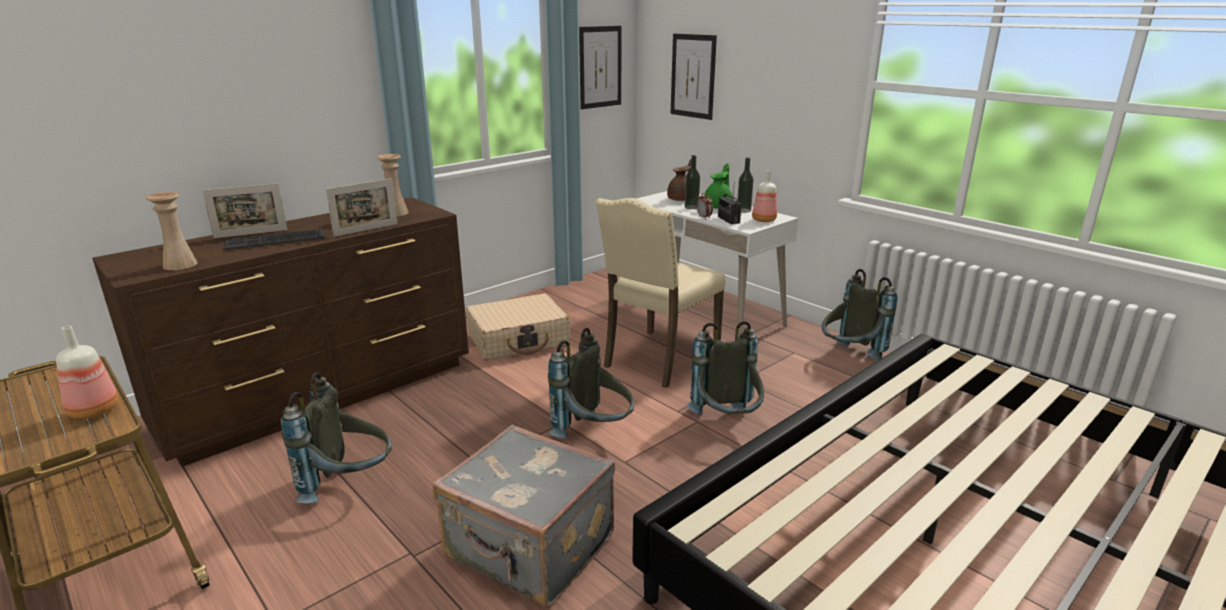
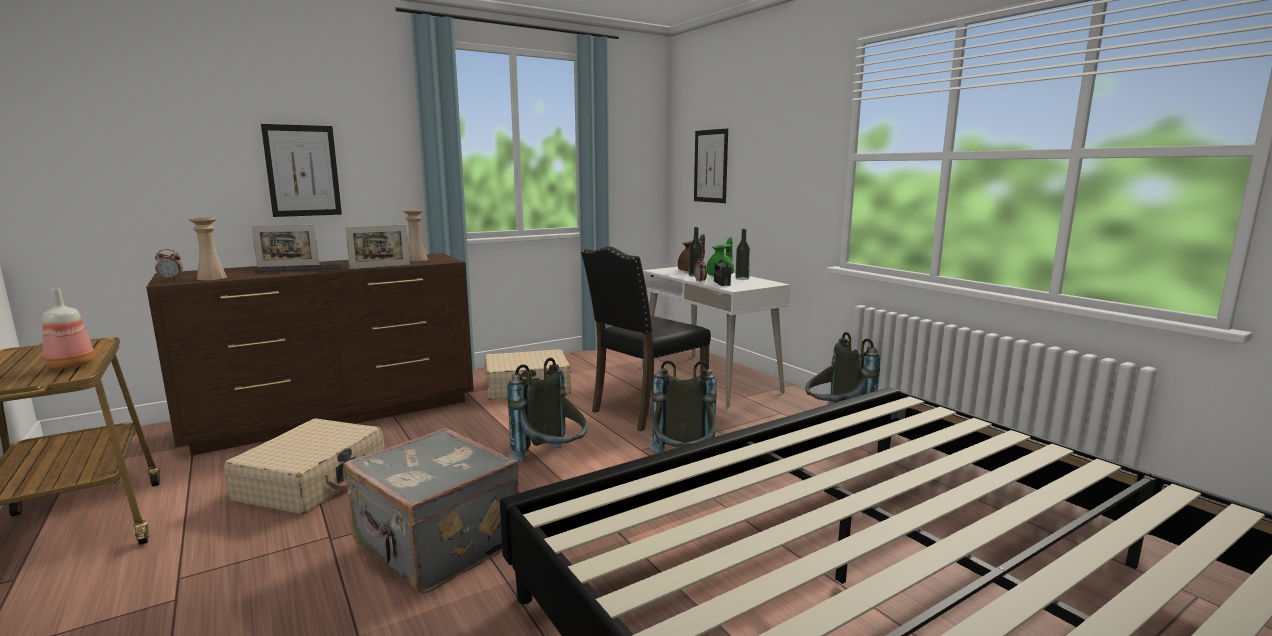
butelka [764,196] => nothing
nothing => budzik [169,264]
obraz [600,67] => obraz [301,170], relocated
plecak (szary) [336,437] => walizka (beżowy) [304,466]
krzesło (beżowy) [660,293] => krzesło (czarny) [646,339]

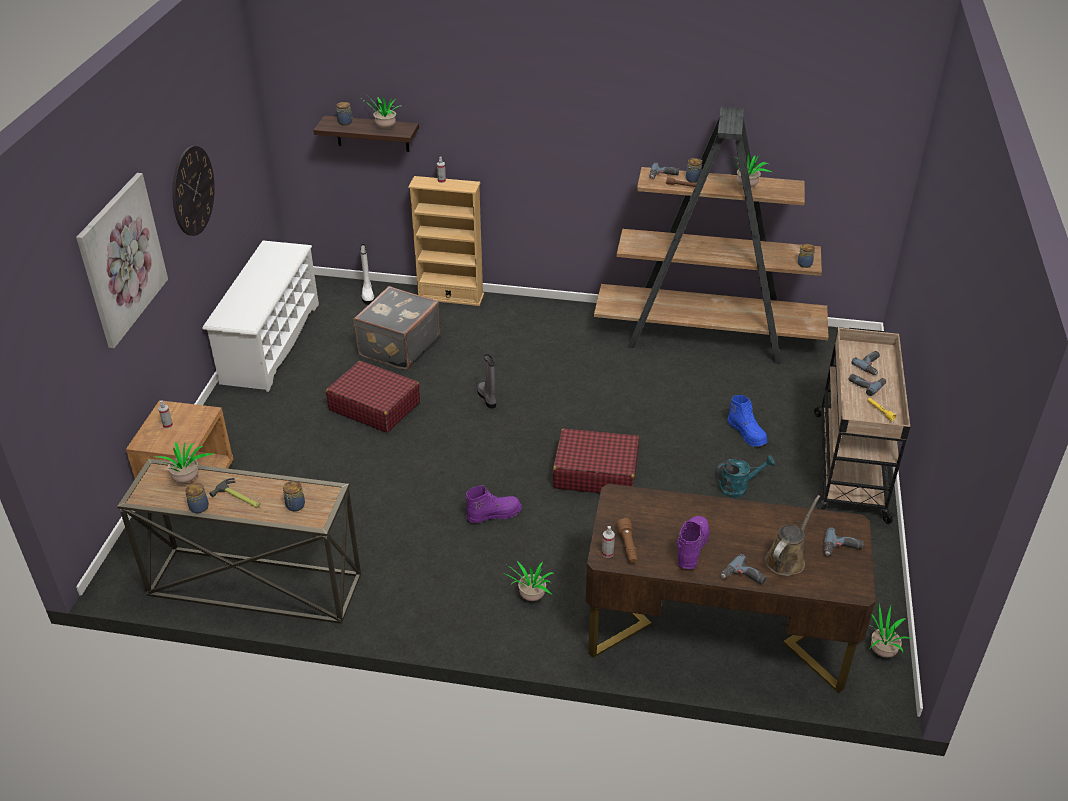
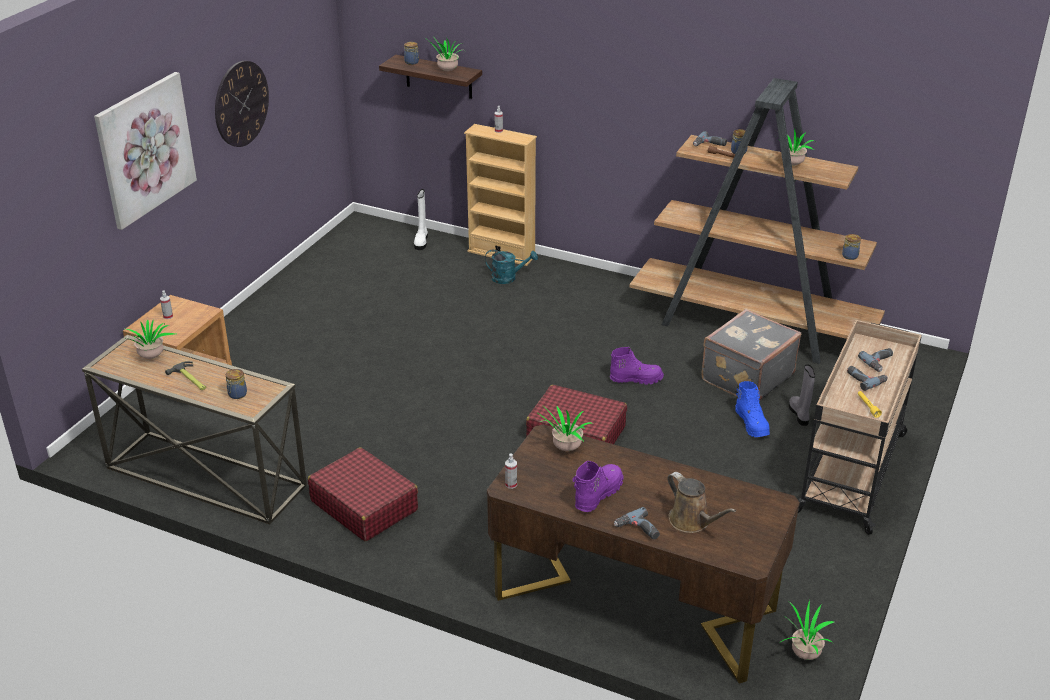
słoik [197,498] => nothing
regał na buty (biały) [260,316] => nothing
latarka (brązowy) [627,540] => nothing
wiertarka [844,541] => nothing
walizka (czerwony) [373,397] => walizka (czerwony) [363,494], relocated
walizka (szary) [396,328] => walizka (szary) [751,355], relocated
but z cholewką (fioletowy) [494,504] => but z cholewką (fioletowy) [637,366], relocated
but z cholewką (szary) [486,381] => but z cholewką (szary) [802,395], relocated
roślina doniczkowa [527,581] => roślina doniczkowa [565,428], relocated
konewka (turkusowy) [745,476] => konewka (turkusowy) [511,267], relocated
konewka (brązowy) [792,535] => konewka (brązowy) [701,502], 90 degrees clockwise

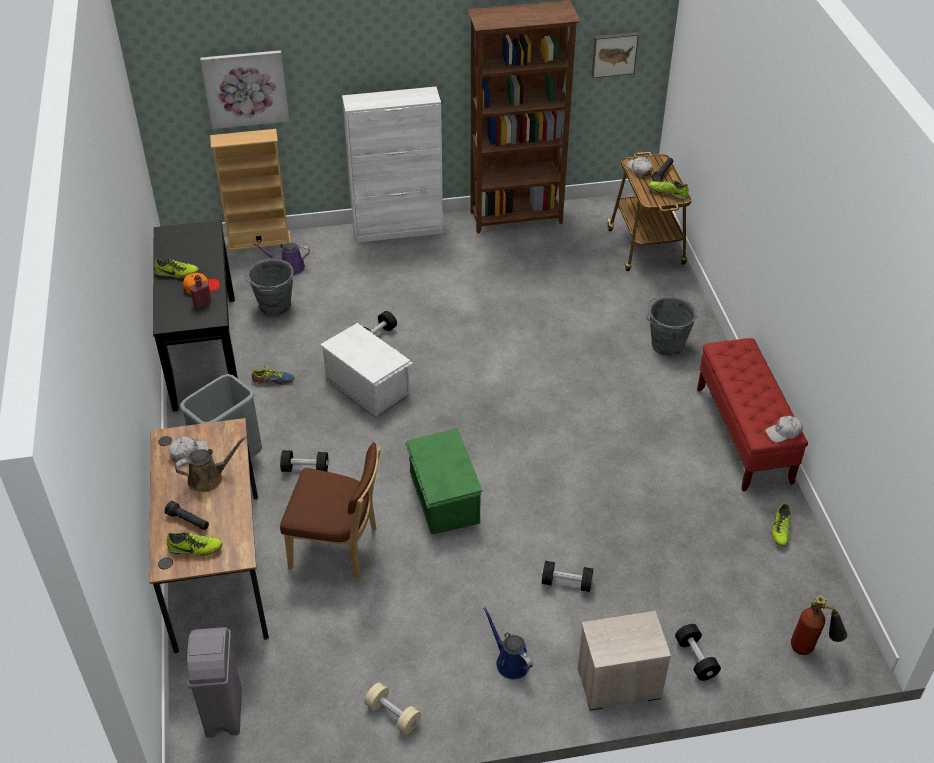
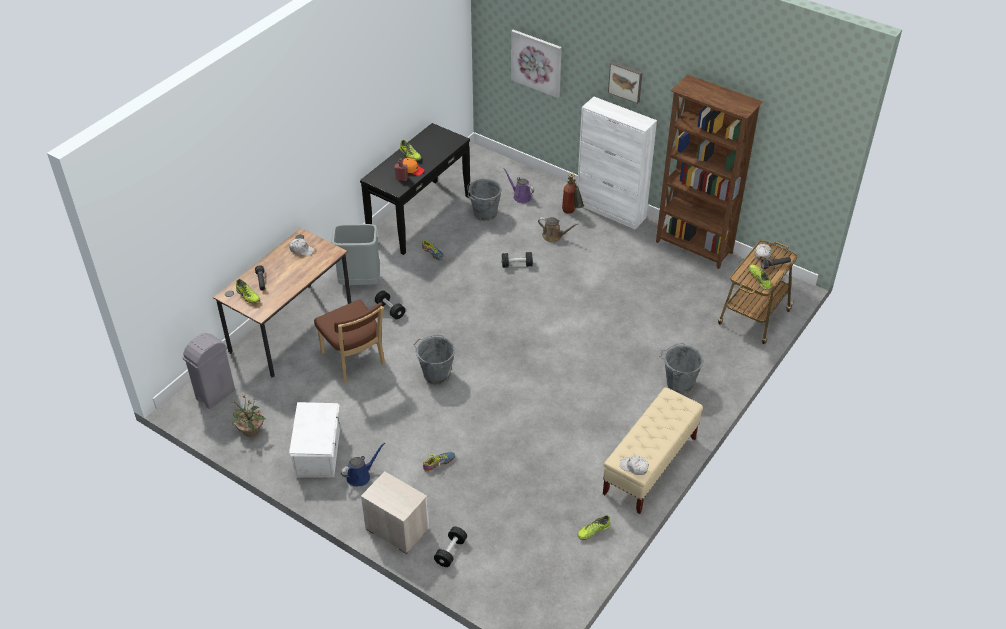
regał (beżowy) [250,190] => nothing
hantel (beżowy) [392,708] => nothing
nothing => roślina doniczkowa [249,416]
konewka (brązowy) [211,464] => konewka (brązowy) [558,229], relocated
pojemnik do przechowywania (biały) [366,369] => pojemnik do przechowywania (biały) [314,440], relocated
obraz [615,55] => obraz [625,82], relocated
gaśnica [819,625] => gaśnica [573,193], relocated
pojemnik do przechowywania (zielony) [443,481] => wiadro (szary) [434,360]
hantel (czarny) [567,576] => but [439,462]
ławka (czerwony) [752,414] => ławka (beżowy) [653,451]
konewka (niebieski) [508,643] => konewka (niebieski) [363,465], 45 degrees clockwise

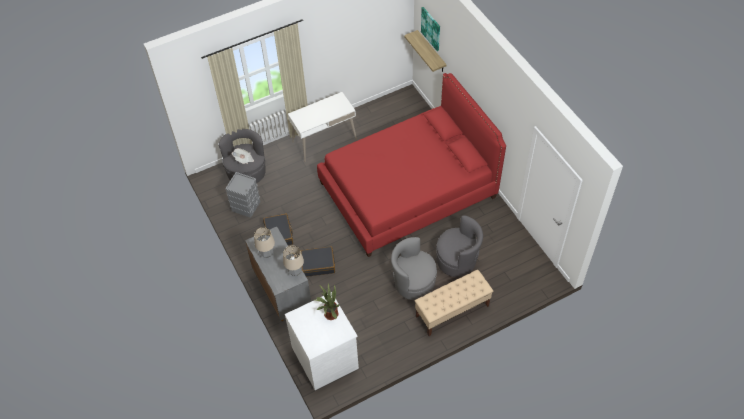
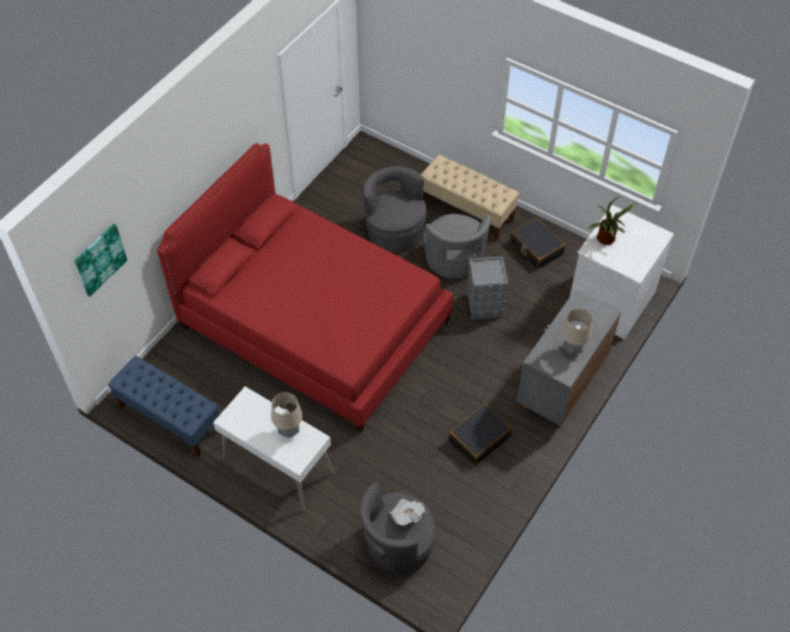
półka [425,51] => nothing
nothing => ławka (niebieski) [163,407]
pojemnik do przechowywania (szary) [243,195] => pojemnik do przechowywania (szary) [487,288], relocated
lampa stołowa [293,261] => lampa stołowa [286,415], relocated
walizka (czarny) [318,261] => walizka (czarny) [537,243], relocated

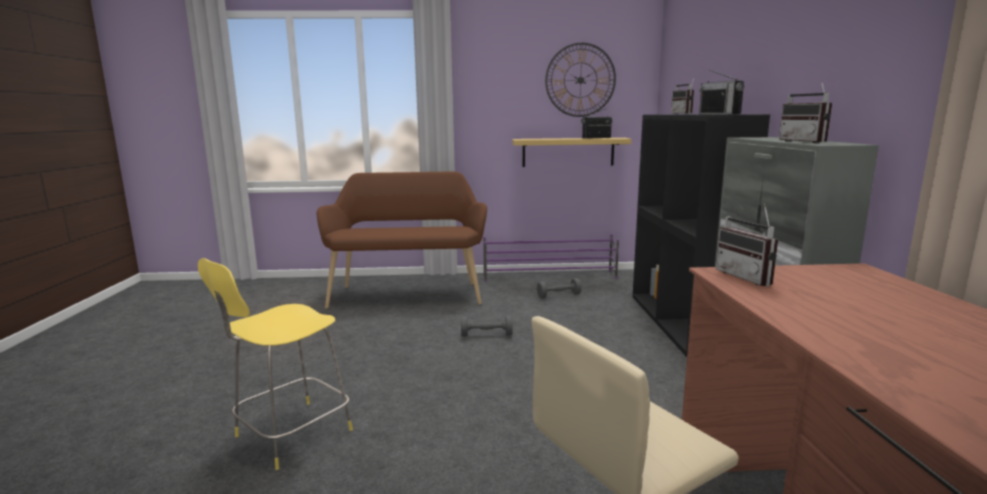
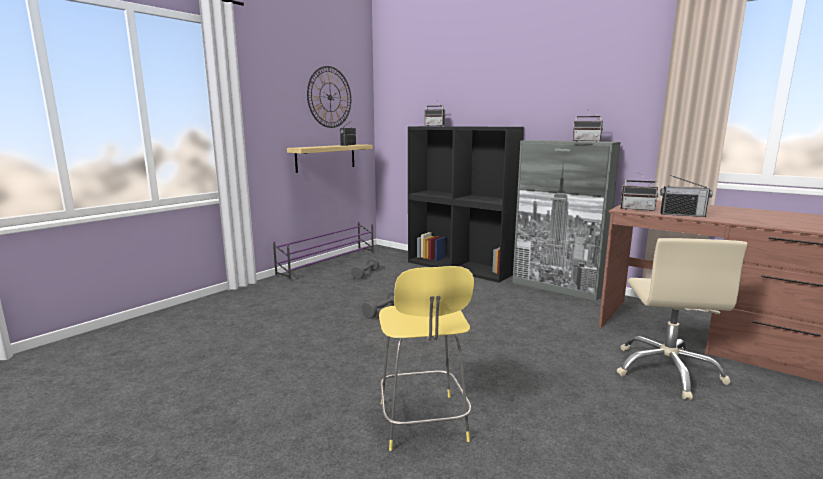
ławka (brązowy) [402,240] => nothing
radio [721,92] => radio [686,196], relocated

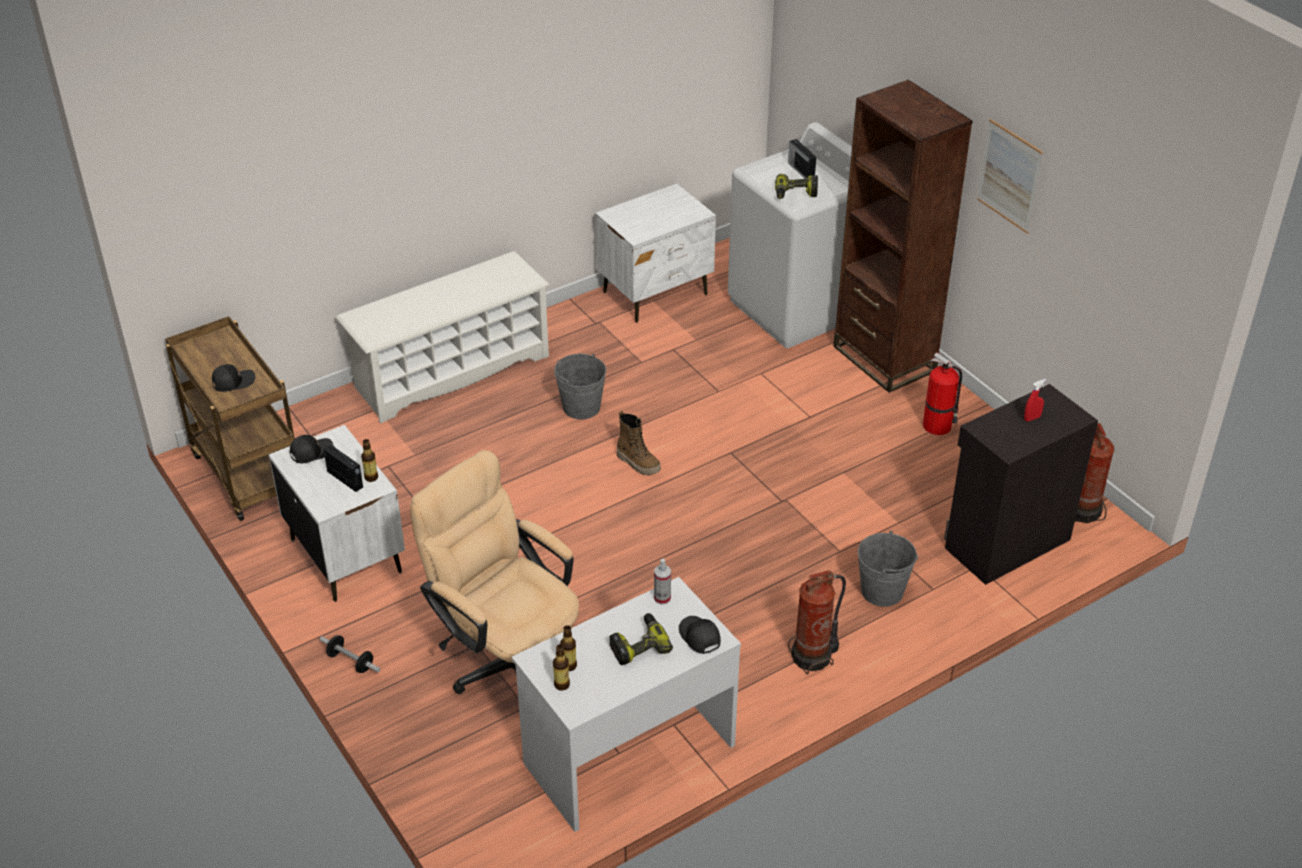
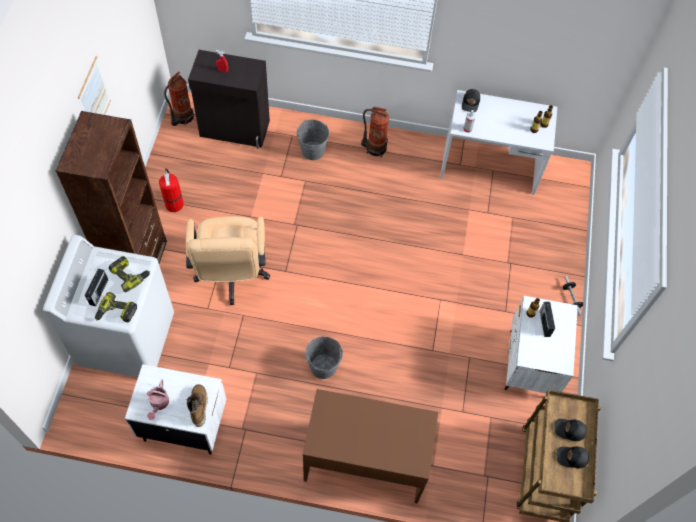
nothing => konewka [158,399]
czapka z daszkiem (czarny) [311,449] => czapka z daszkiem (czarny) [573,457], relocated
krzesło biurowe (beżowy) [494,572] => krzesło biurowe (beżowy) [228,260], relocated
wiertarka [641,639] => wiertarka [116,307], relocated
but z cholewką [639,443] => but z cholewką [197,405], relocated
regał na buty (biały) [443,337] => biurko (brązowy) [370,446]

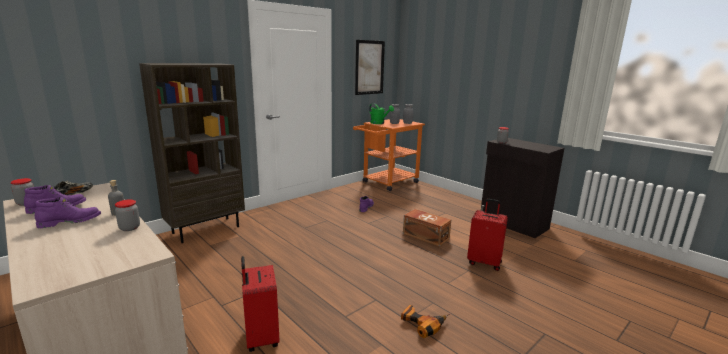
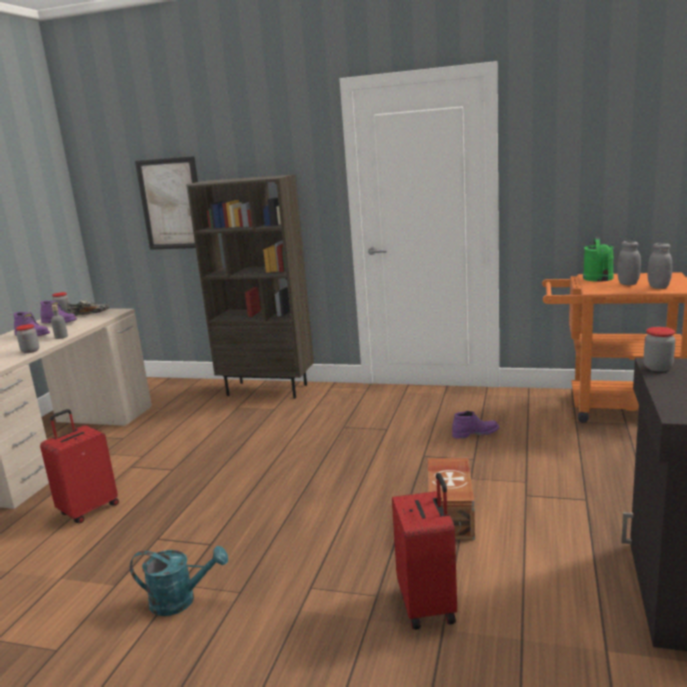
obraz [370,67] => obraz [166,203], relocated
wiertarka [425,321] => konewka (turkusowy) [179,581]

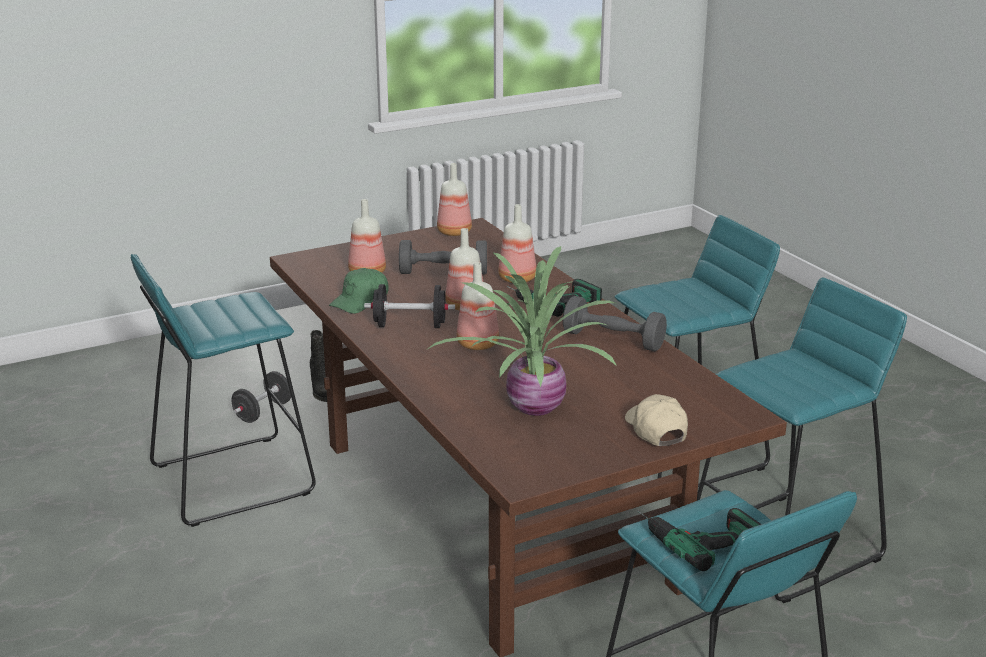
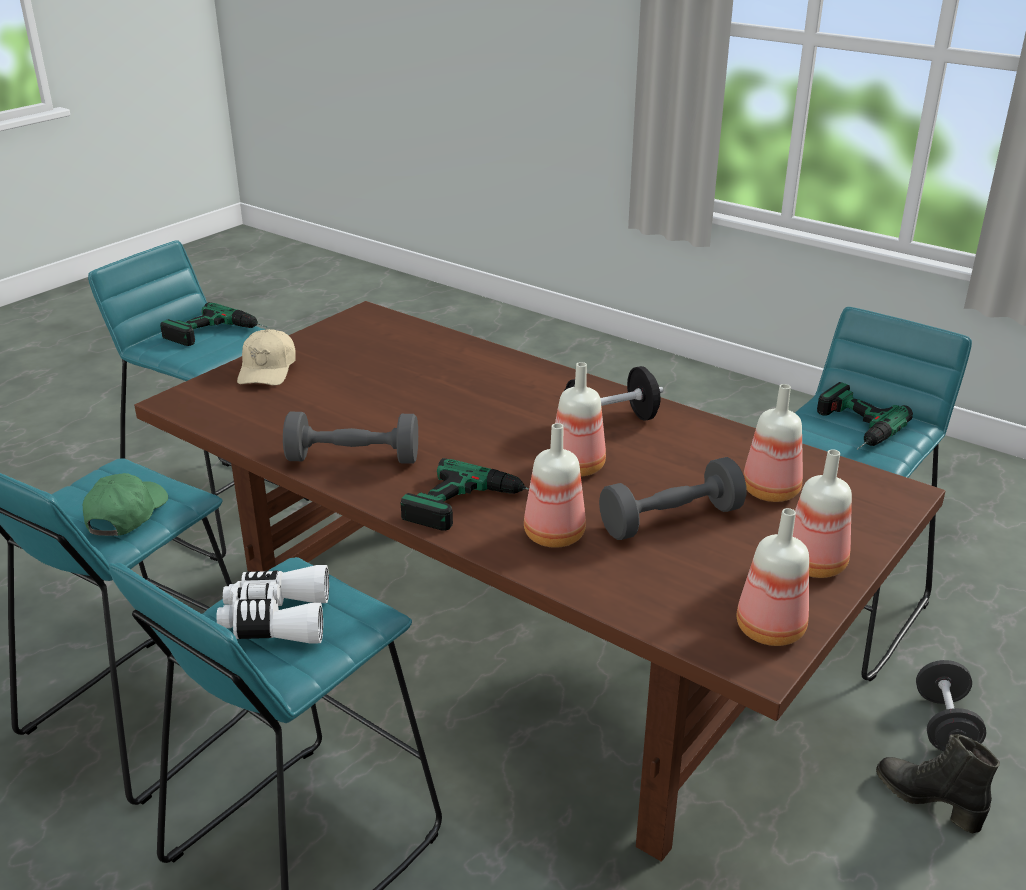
roślina doniczkowa [521,331] => nothing
nothing => lornetka (biały) [272,604]
nothing => wiertarka [865,416]
czapka z daszkiem (zielony) [359,291] => czapka z daszkiem (zielony) [125,504], relocated
butelka [478,306] => butelka [822,513], relocated
czapka z daszkiem (beżowy) [656,420] => czapka z daszkiem (beżowy) [266,357], 45 degrees clockwise

